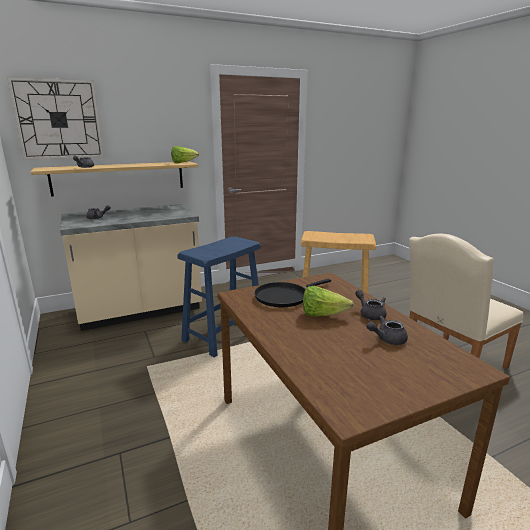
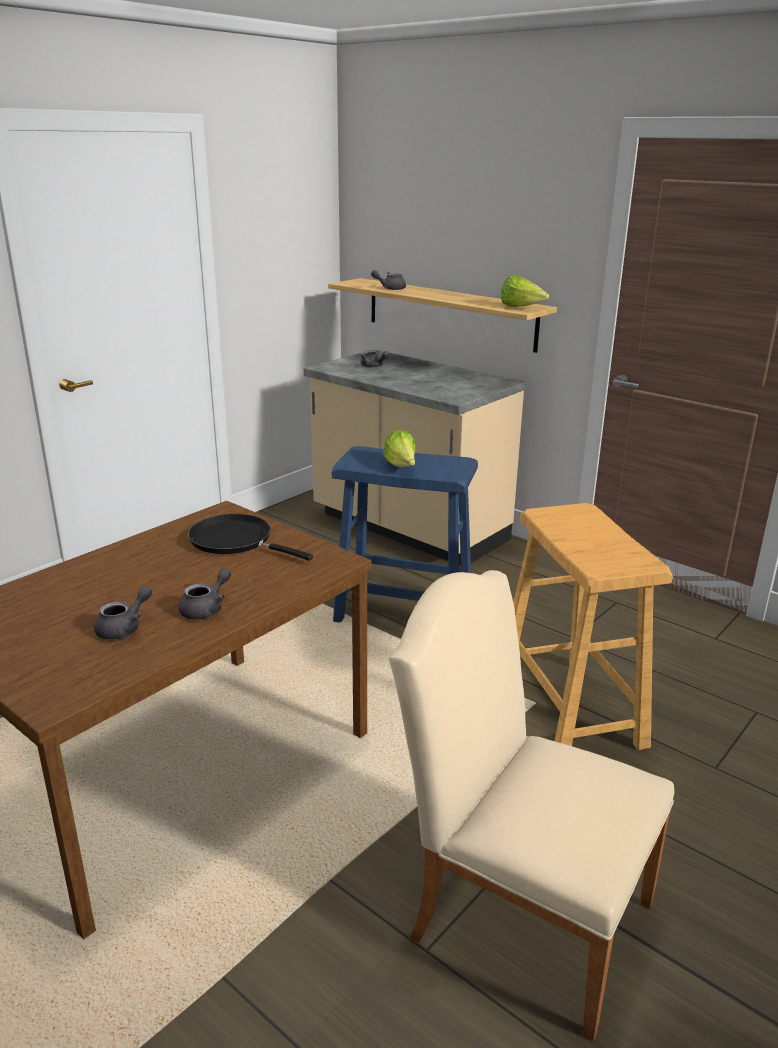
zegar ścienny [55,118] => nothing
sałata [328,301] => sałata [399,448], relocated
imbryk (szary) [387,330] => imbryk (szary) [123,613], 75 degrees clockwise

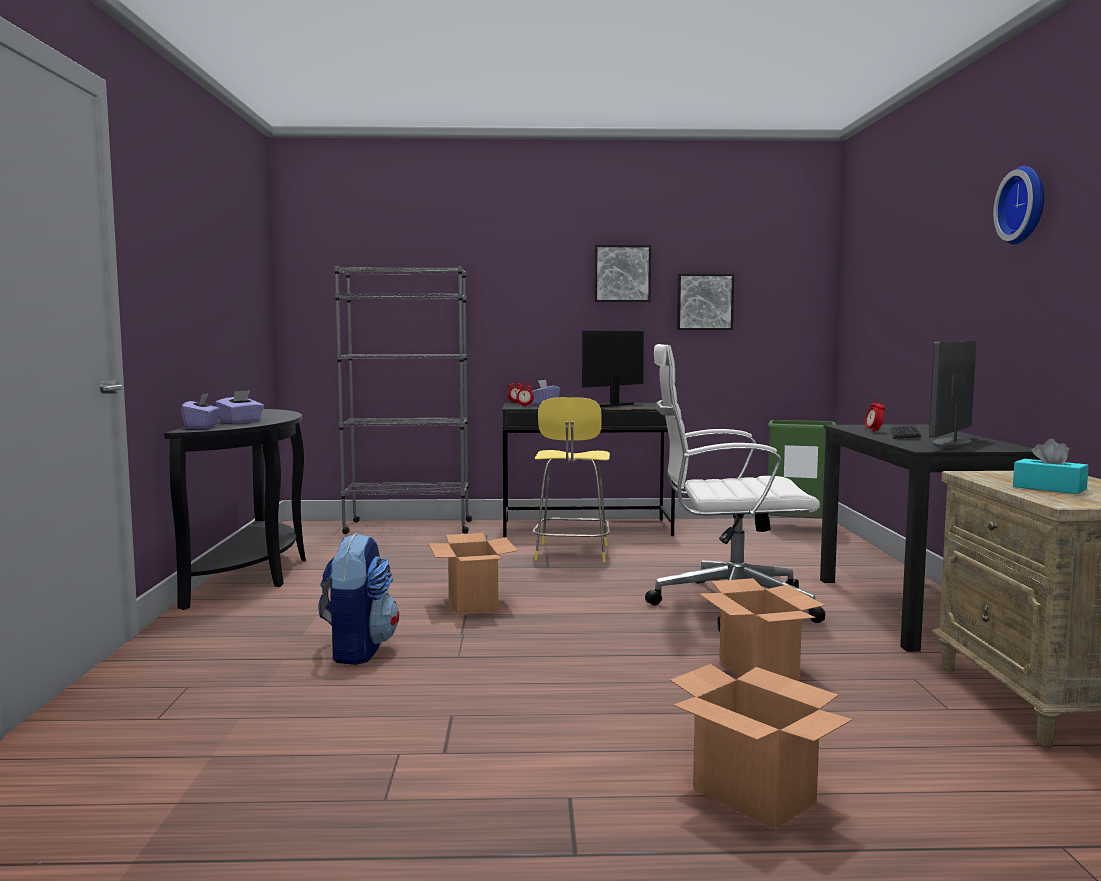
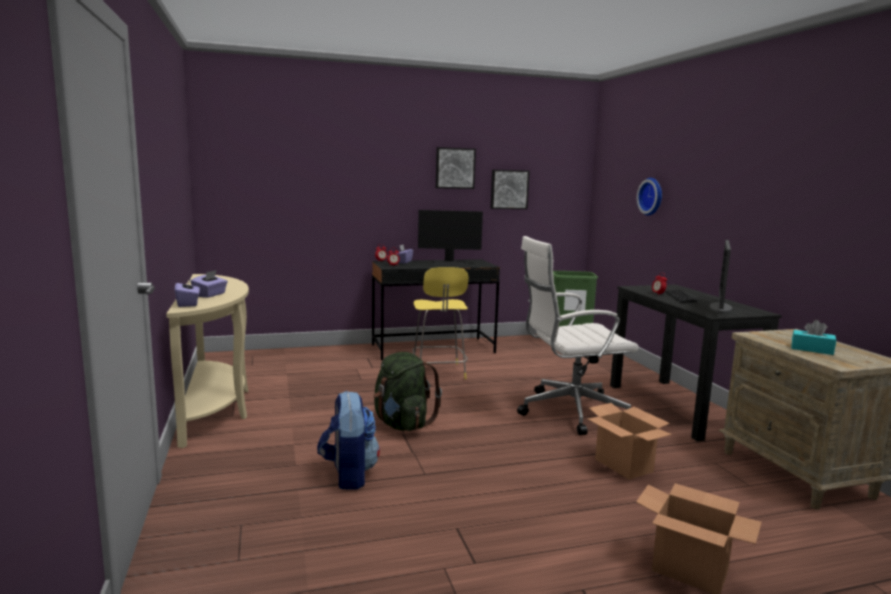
regał (szary) [403,400] => nothing
zegar ścienny [1018,205] => zegar ścienny [649,197], relocated
karton [473,574] => plecak (zielony) [407,391]
stolik konsolowy (czarny) [235,509] => stolik konsolowy (beżowy) [207,361]
monitor [613,369] => monitor [450,237], 120 degrees counterclockwise

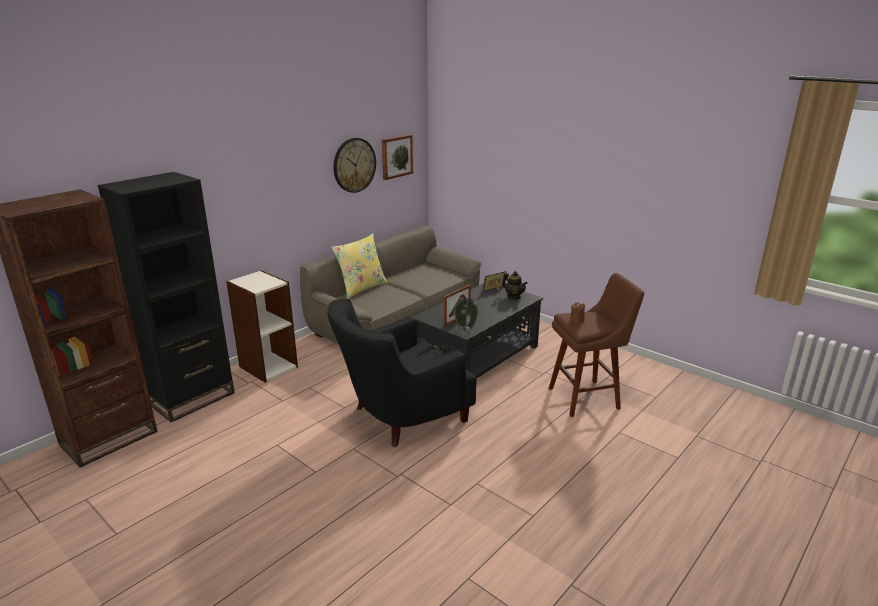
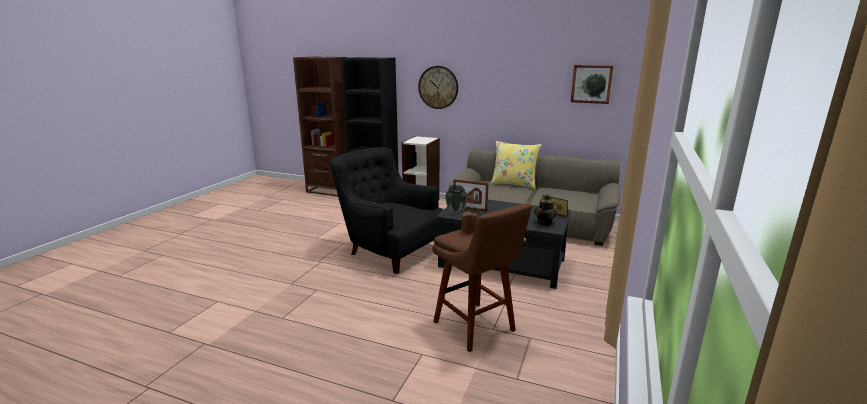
zegar ścienny [354,165] => zegar ścienny [438,87], relocated

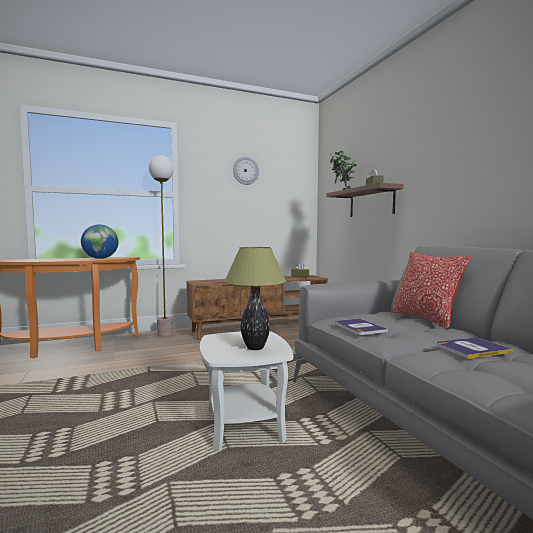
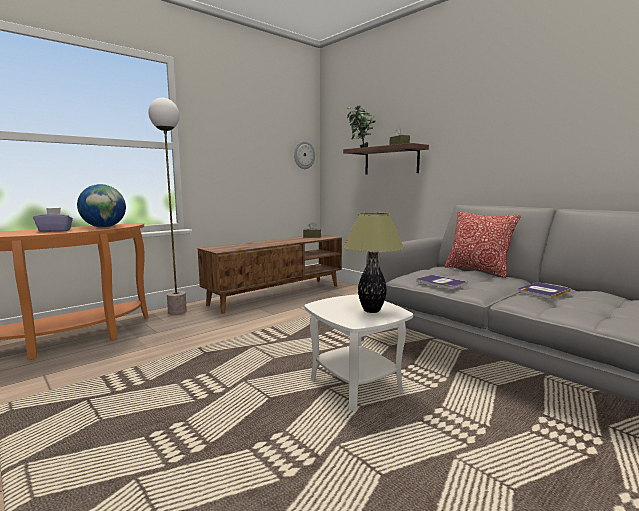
nothing => pudełko chusteczek (fioletowy) [53,220]
zegar ścienny [246,171] => zegar ścienny [304,155], relocated

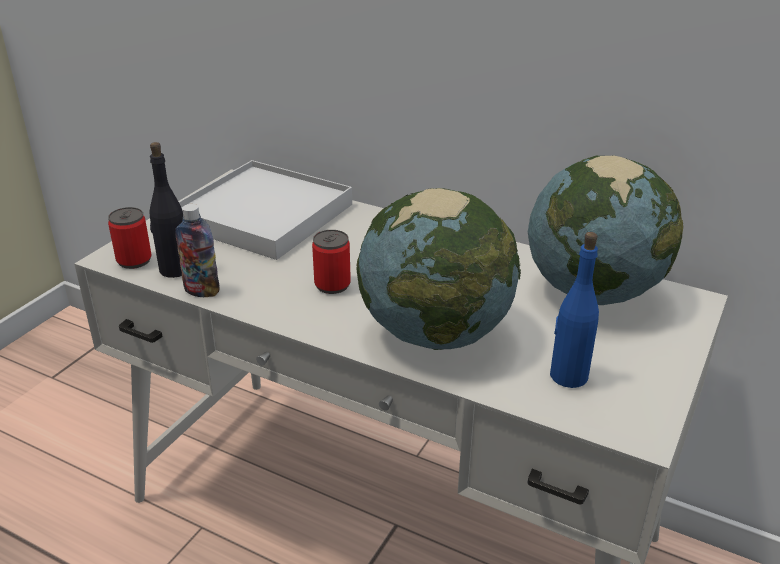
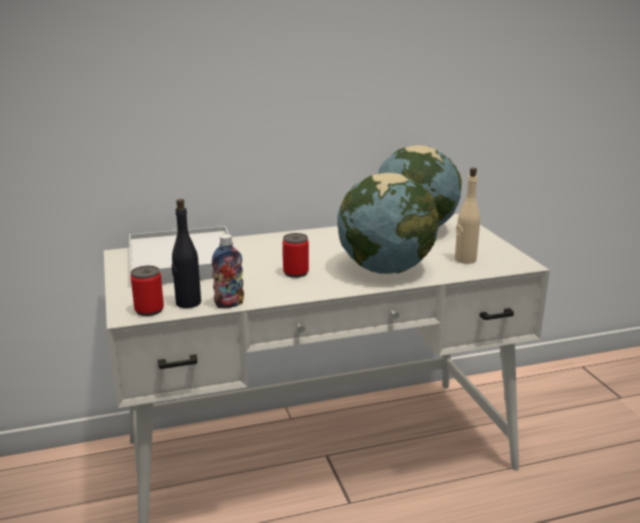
butelka (niebieski) [574,310] => butelka (beżowy) [467,216]

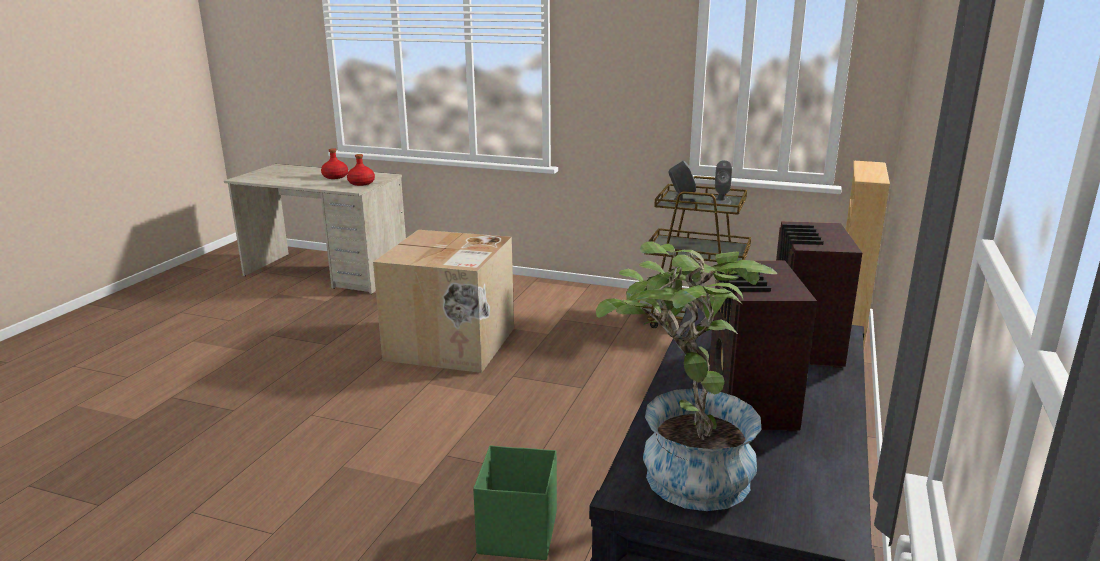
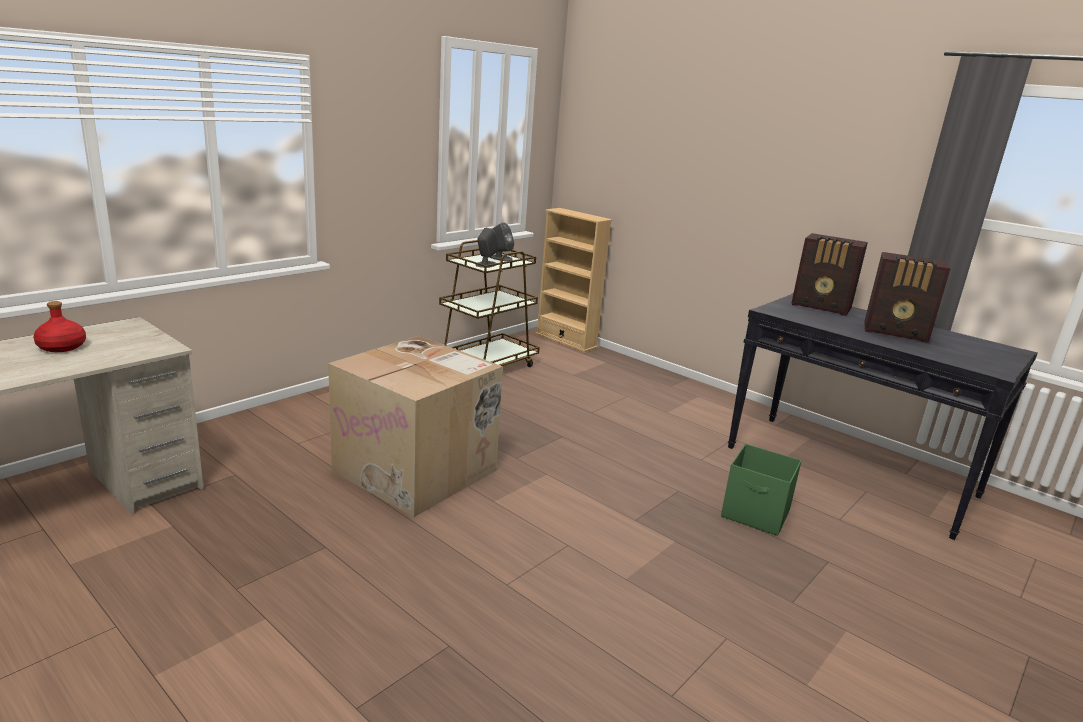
butelka (czerwony) [361,170] => nothing
roślina doniczkowa [686,376] => nothing

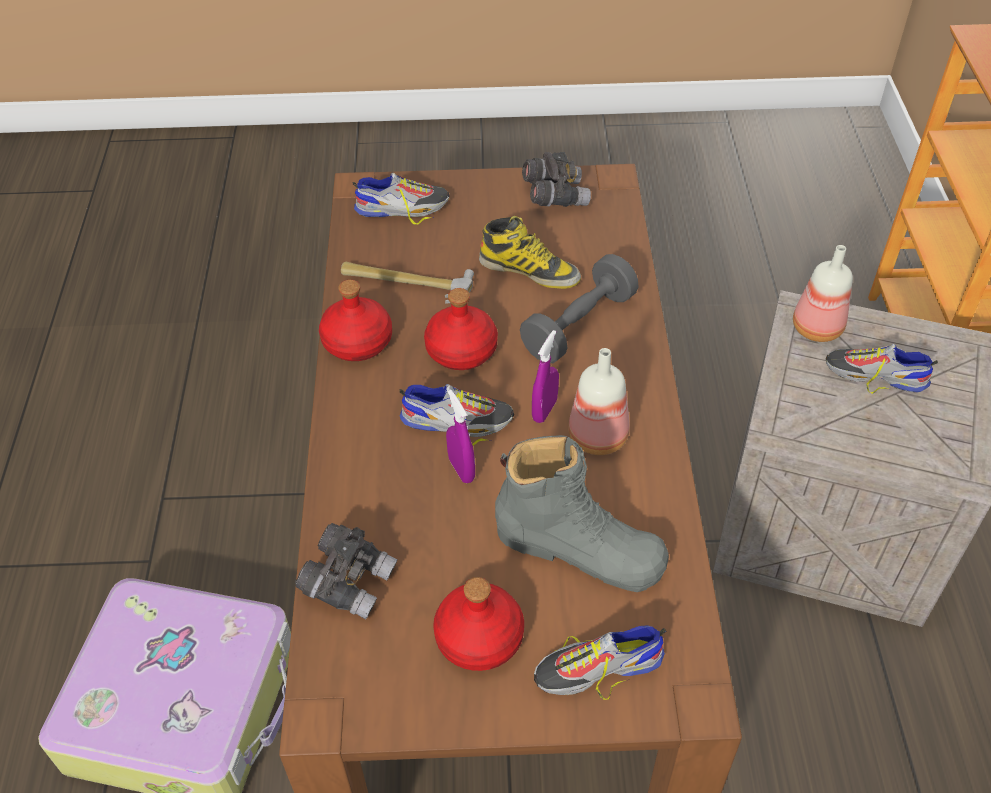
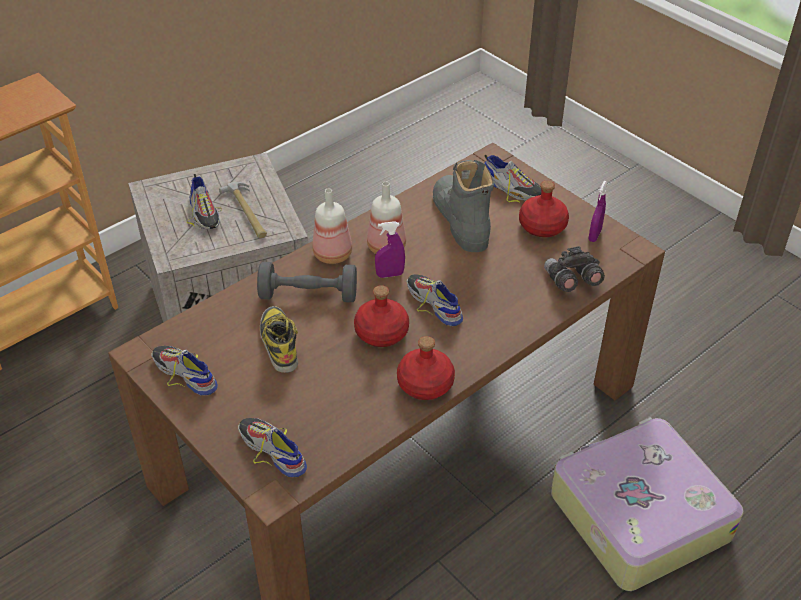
młotek [407,283] => młotek [243,210], relocated
spryskiwacz (fioletowy) [460,436] => spryskiwacz (fioletowy) [598,211], relocated
butelka [823,293] => butelka [332,226], relocated
lornetka (szary) [556,179] => but [184,371]

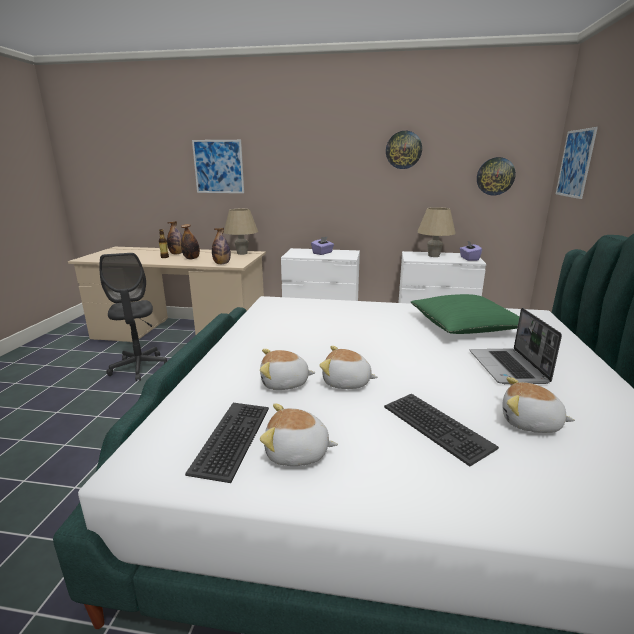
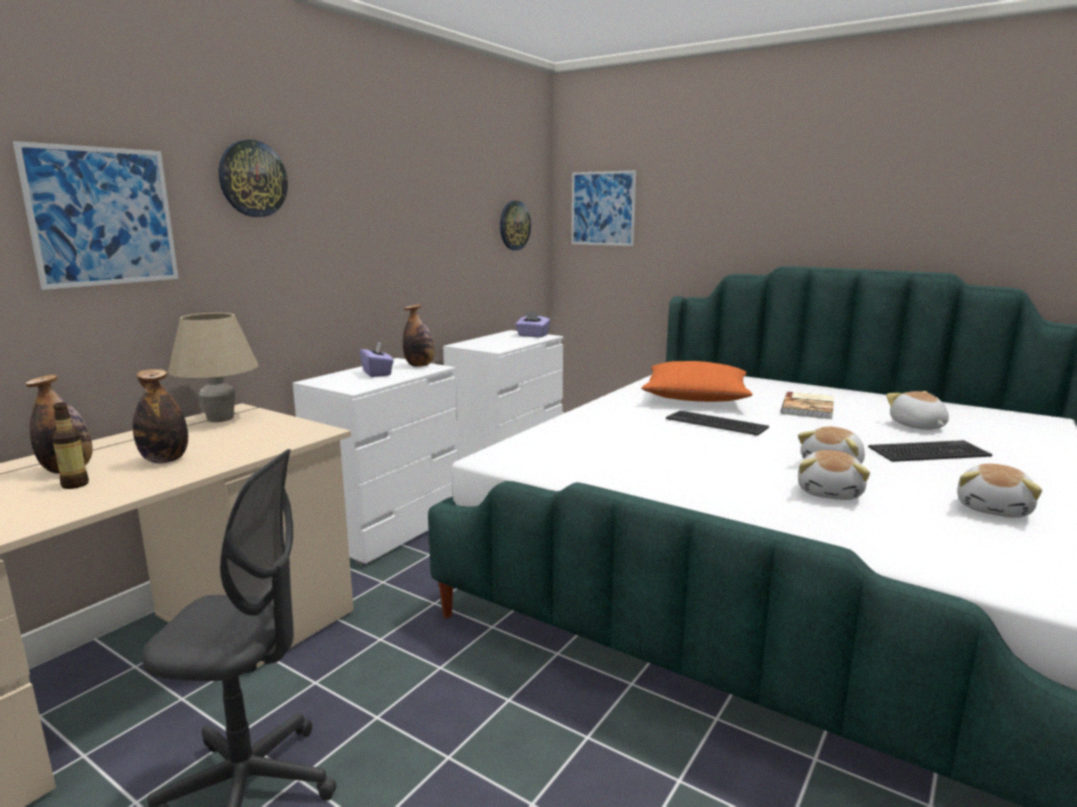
lampa stołowa (beżowy) [436,232] => nothing
klawiatura [227,443] => klawiatura [717,423], relocated
butelka [221,246] => butelka [418,335], relocated
zegar ścienny [404,150] => zegar ścienny [253,178], relocated
laptop [516,346] => książka [807,405]
poduszka (zielony) [465,314] => poduszka (pomarańczowy) [696,381]
pluszak [538,405] => pluszak [917,410], 120 degrees clockwise

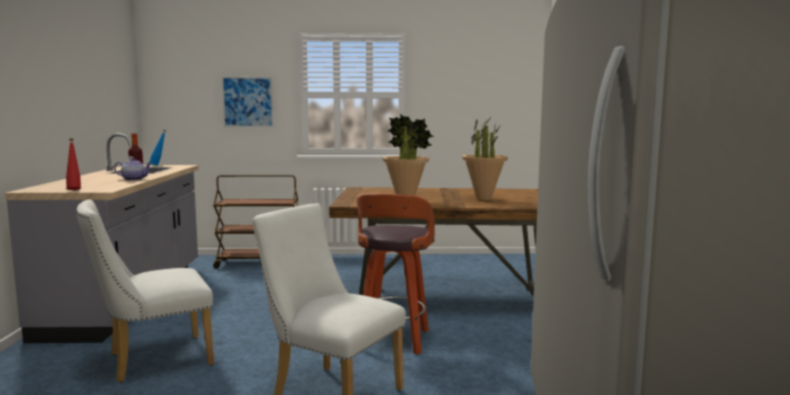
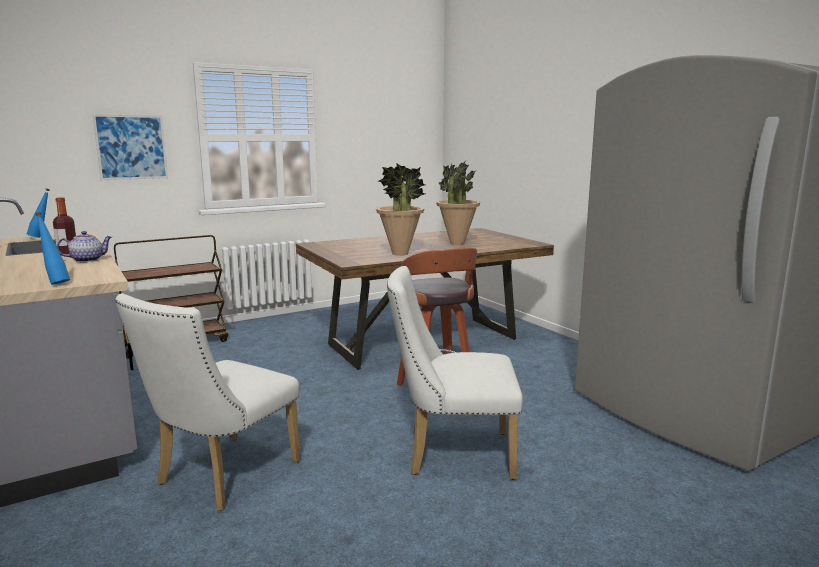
butelka (czerwony) [73,164] => butelka (niebieski) [52,248]

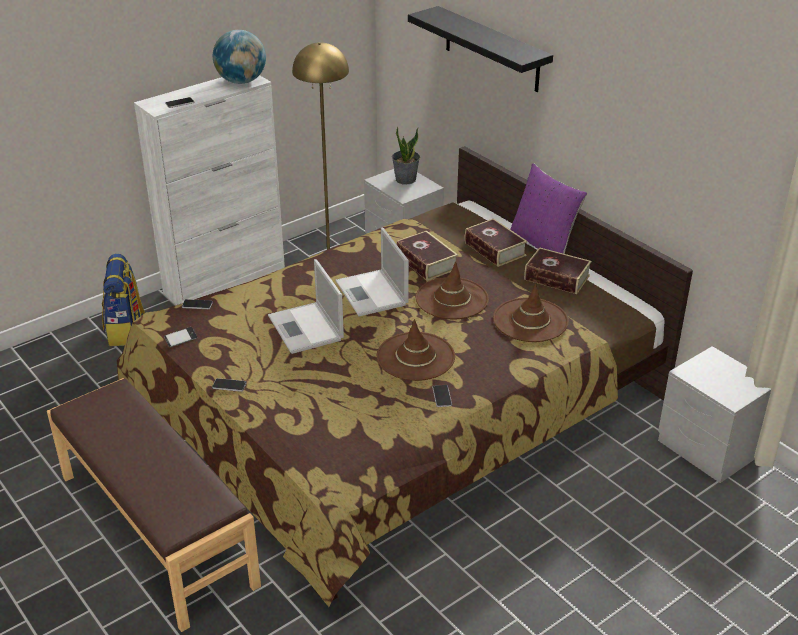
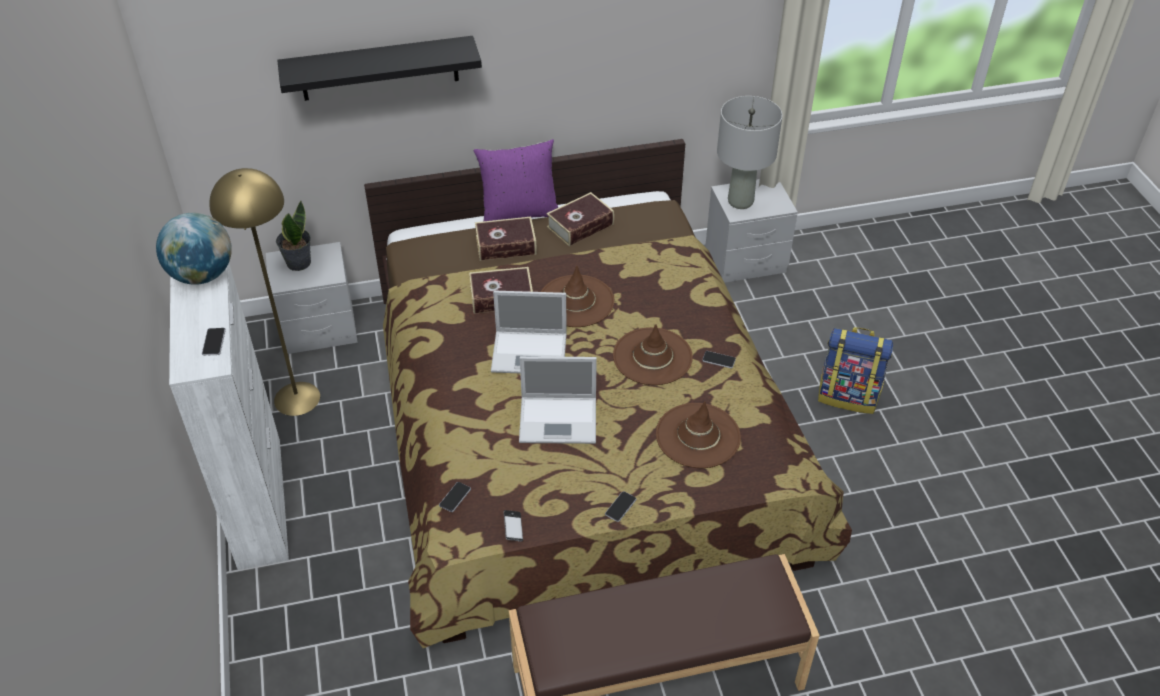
nothing => lampa stołowa (szary) [750,152]
plecak [123,300] => plecak [855,370], relocated
kapelusz (brązowy) [531,313] => kapelusz (brązowy) [698,434], relocated

